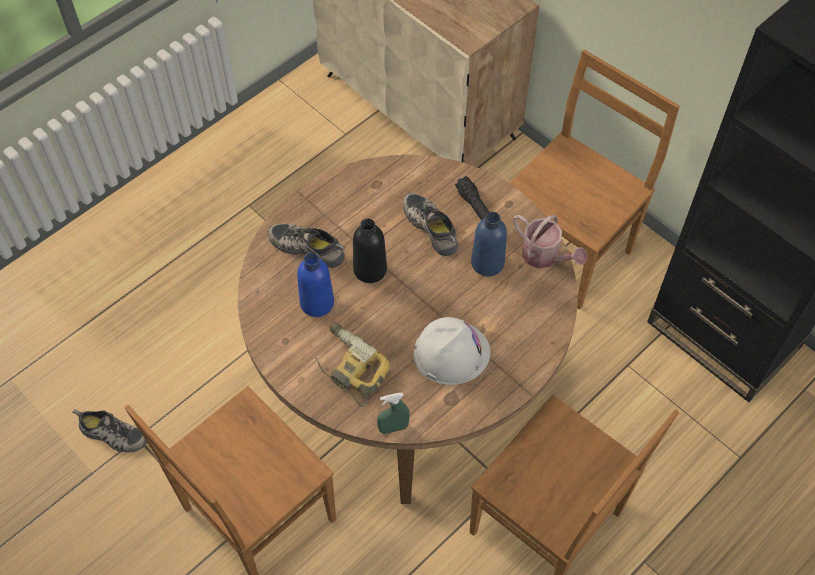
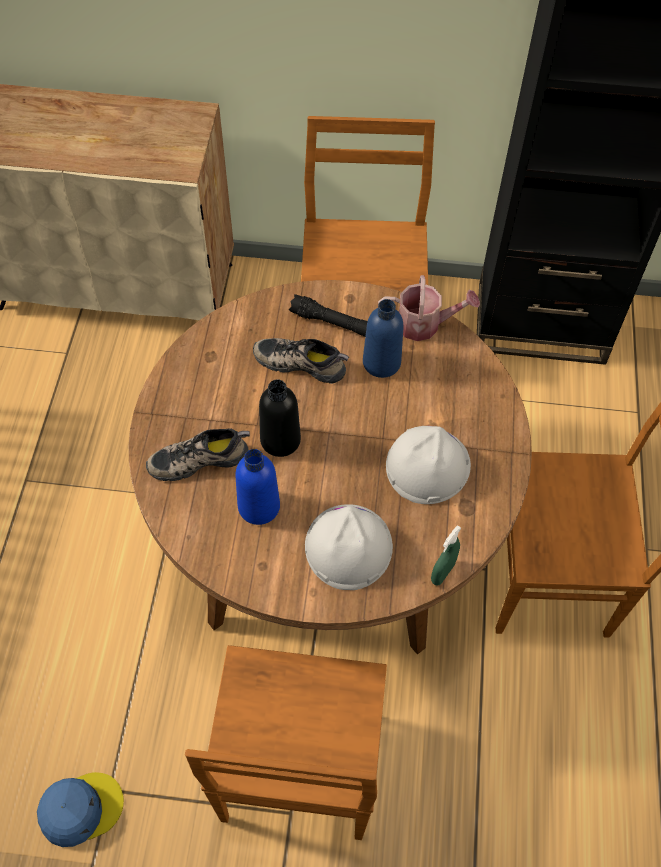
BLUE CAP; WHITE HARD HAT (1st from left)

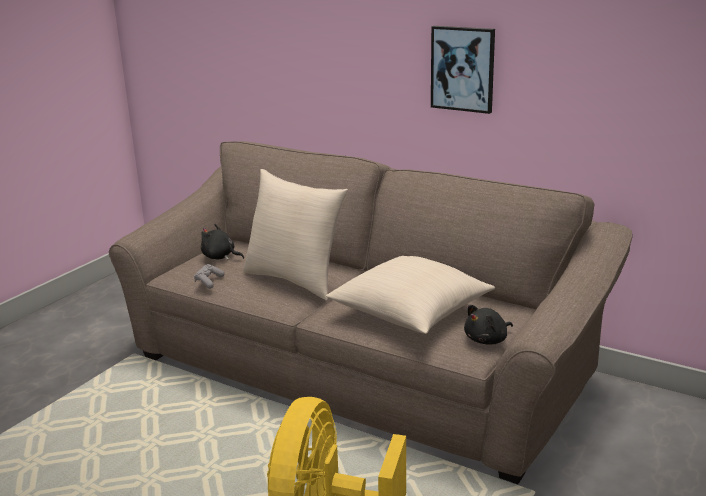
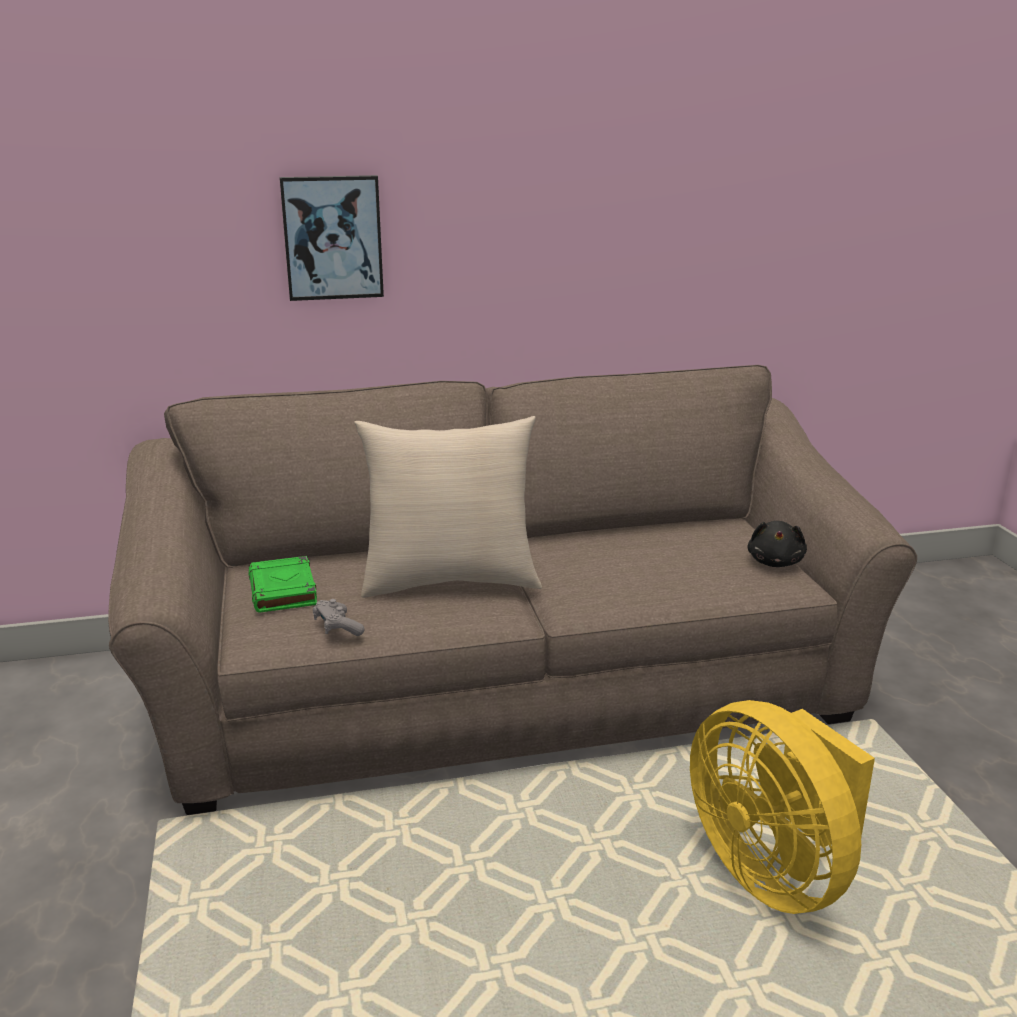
GREEN BOOK; PICTURE; BEIGE PILLOW (2nd from left in the first image)

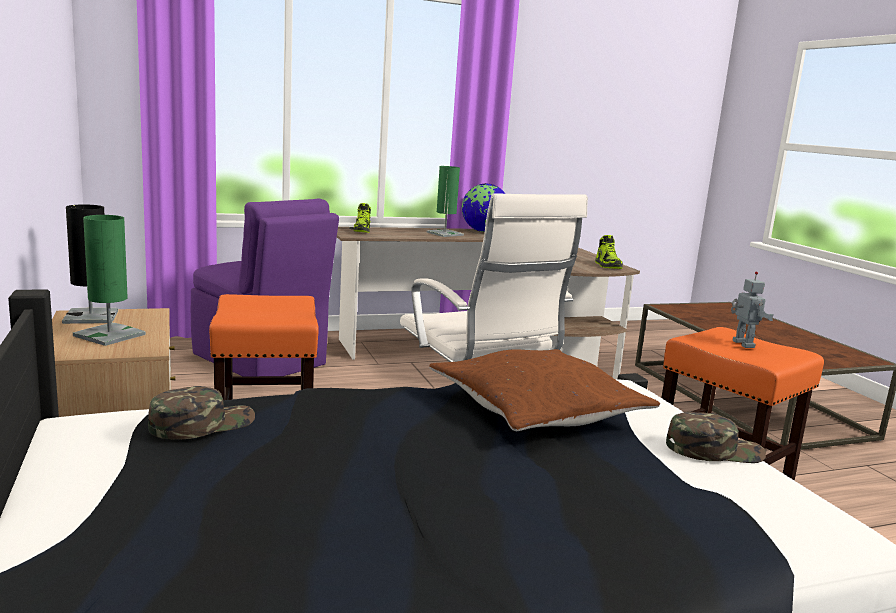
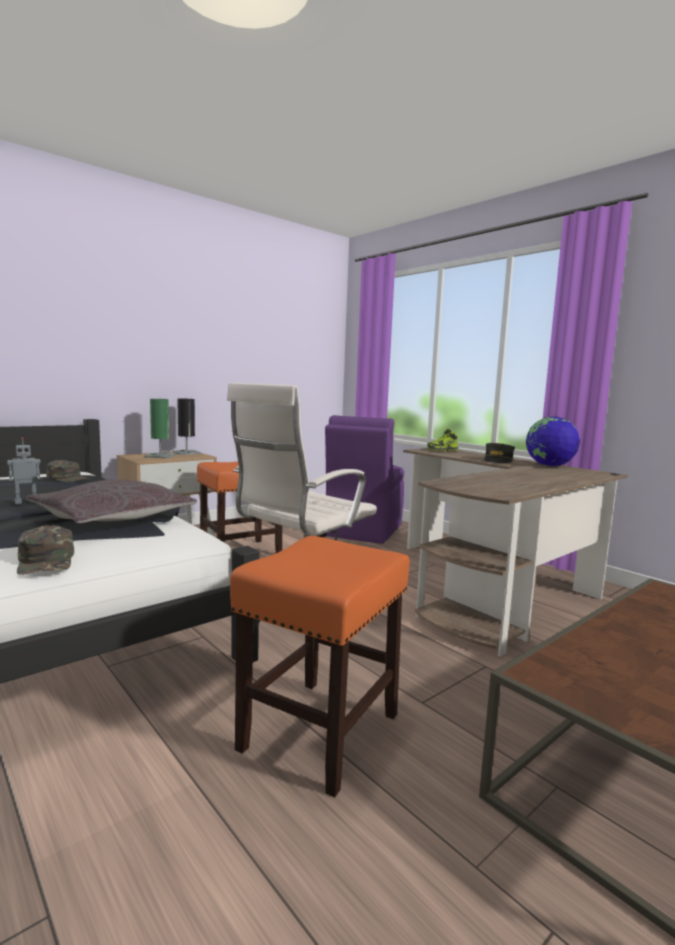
TOY ROBOT; GREY PILLOW; GREY CAP; SHOE (2nd from left in the first image)

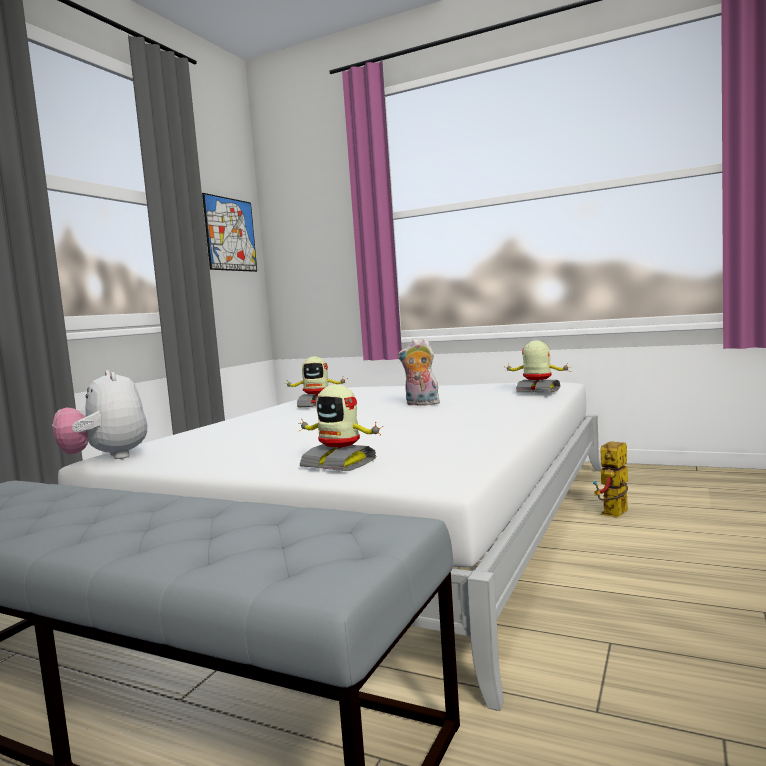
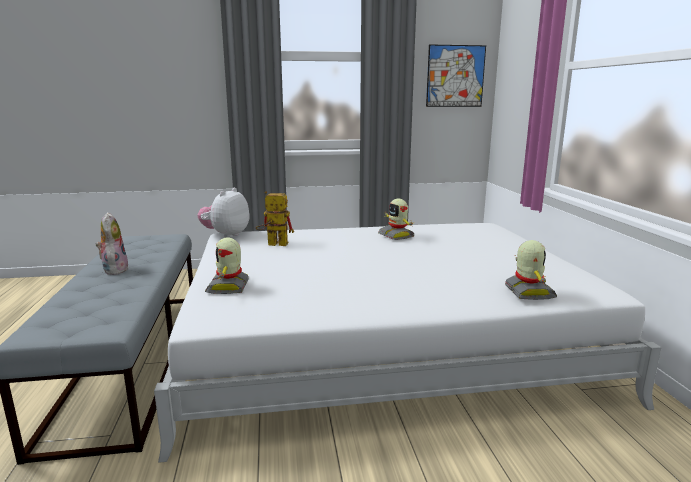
PLUSH TOY (1st from left); TOY ROBOT (2nd from left)

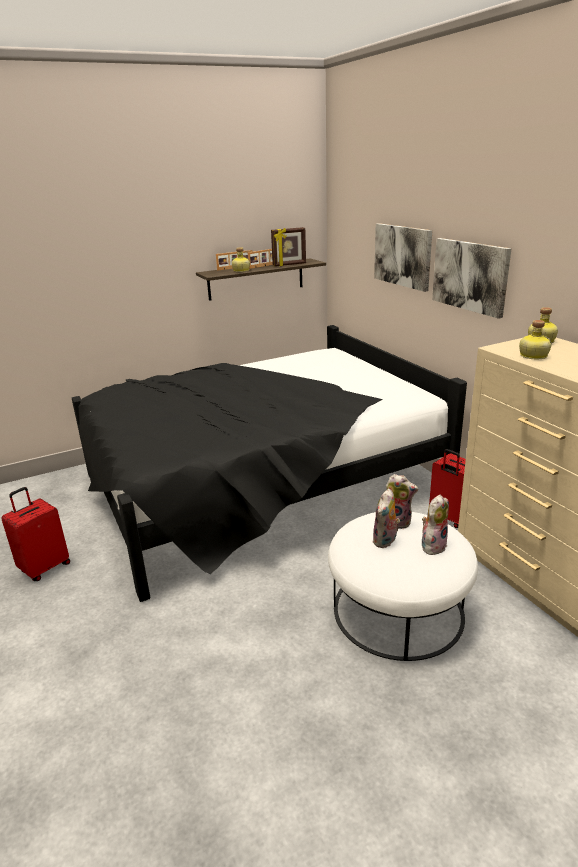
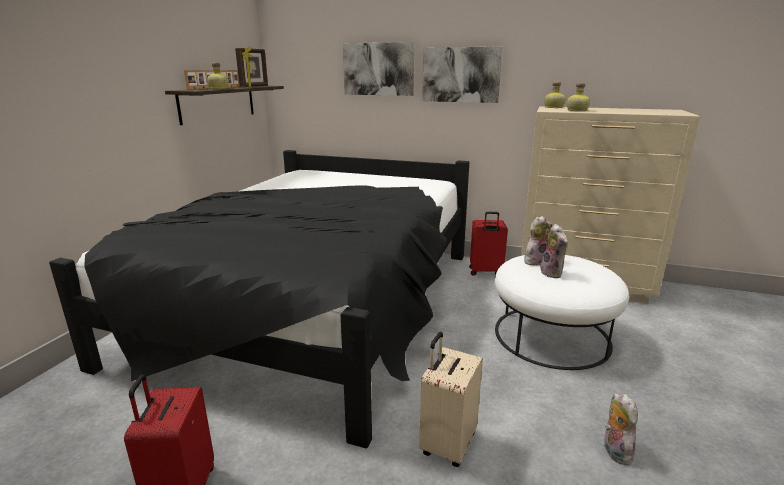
BEIGE SUITCASE; PLUSH TOY (3rd from left)

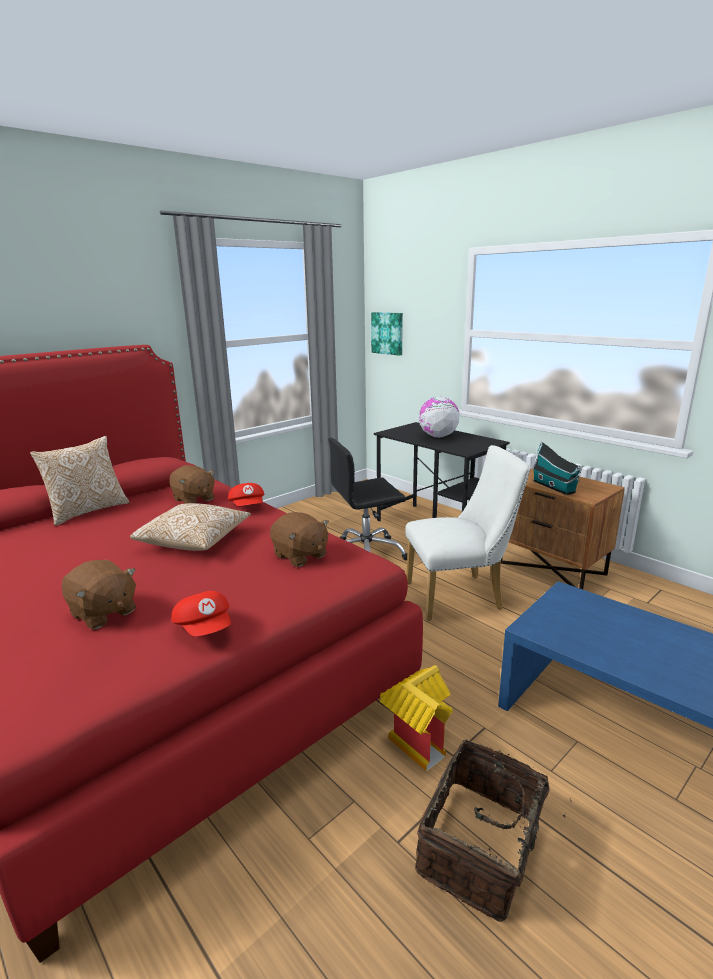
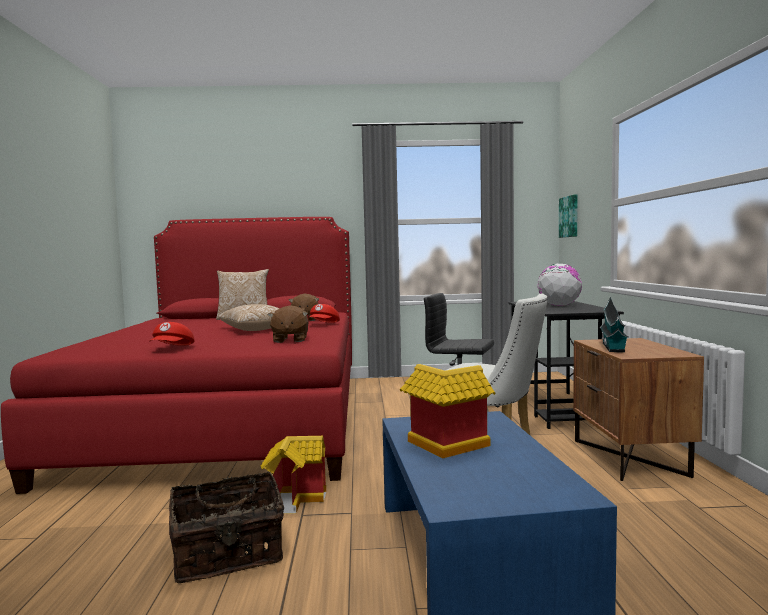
TOY HOUSE (2nd from left); BROWN PLUSH TOY (1st from left in the first image)

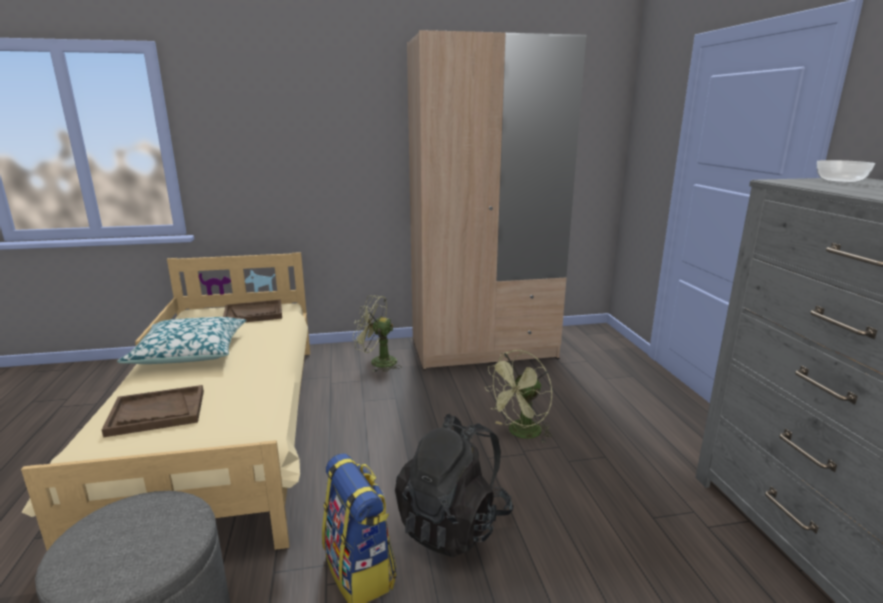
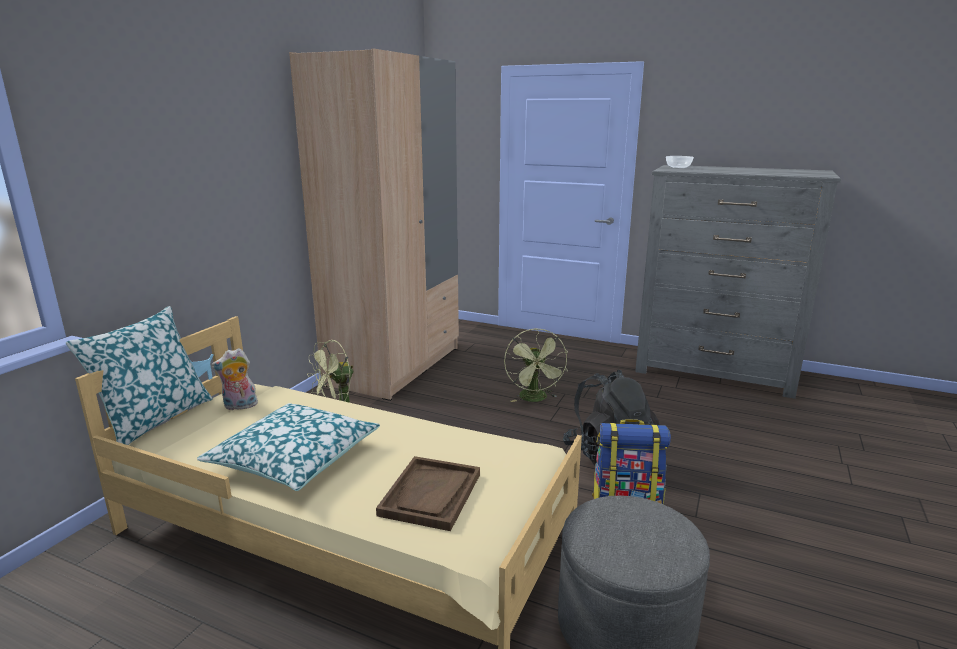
PILLOW (1st from left); PLUSH TOY

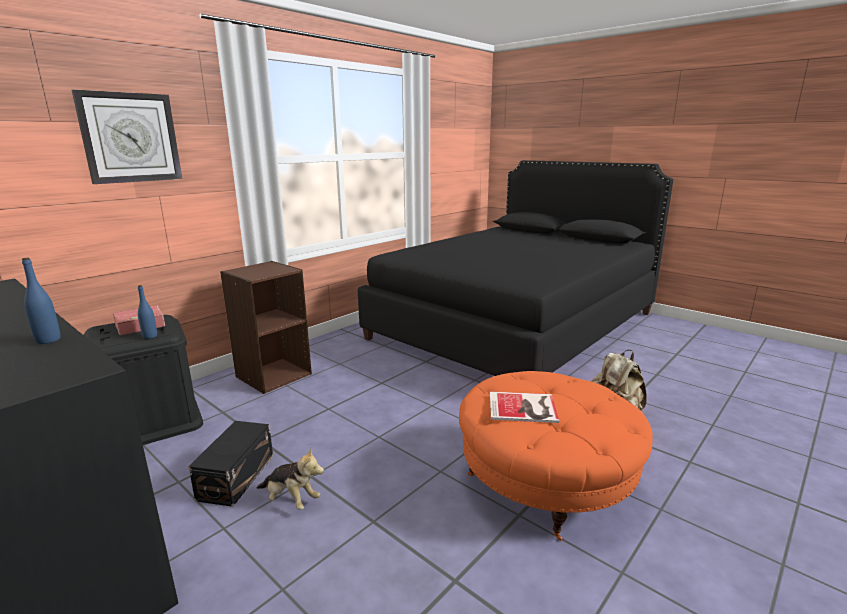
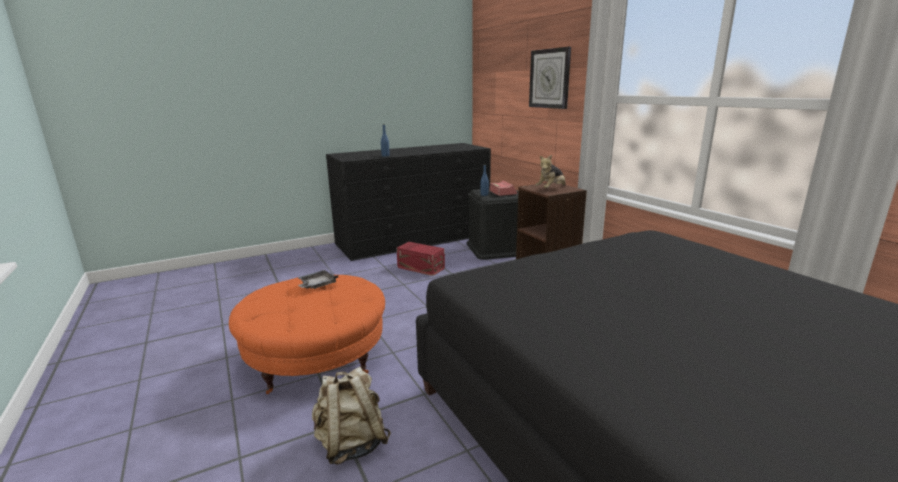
GREY TRAY; RED STORAGE BOX; PLUSH TOY

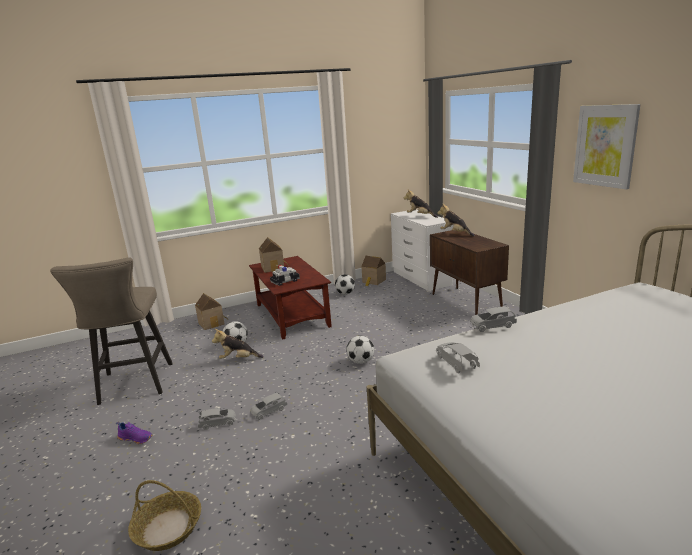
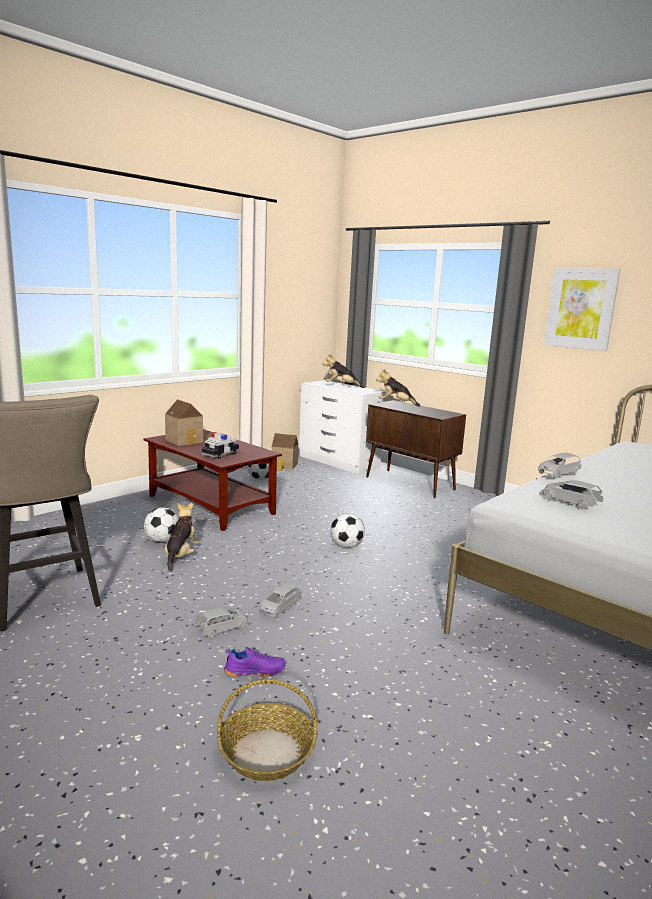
PLUSH TOY (1st from left); PURPLE SHOE; TOY HOUSE (1st from left in the first image)

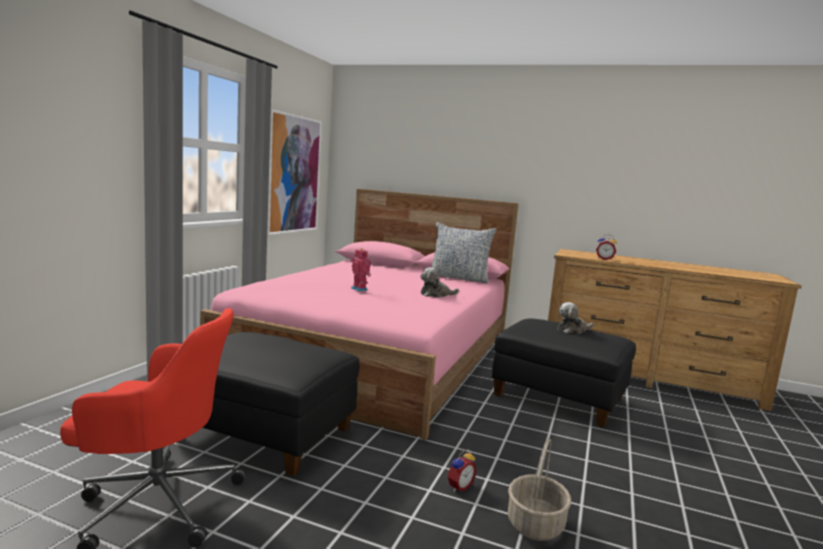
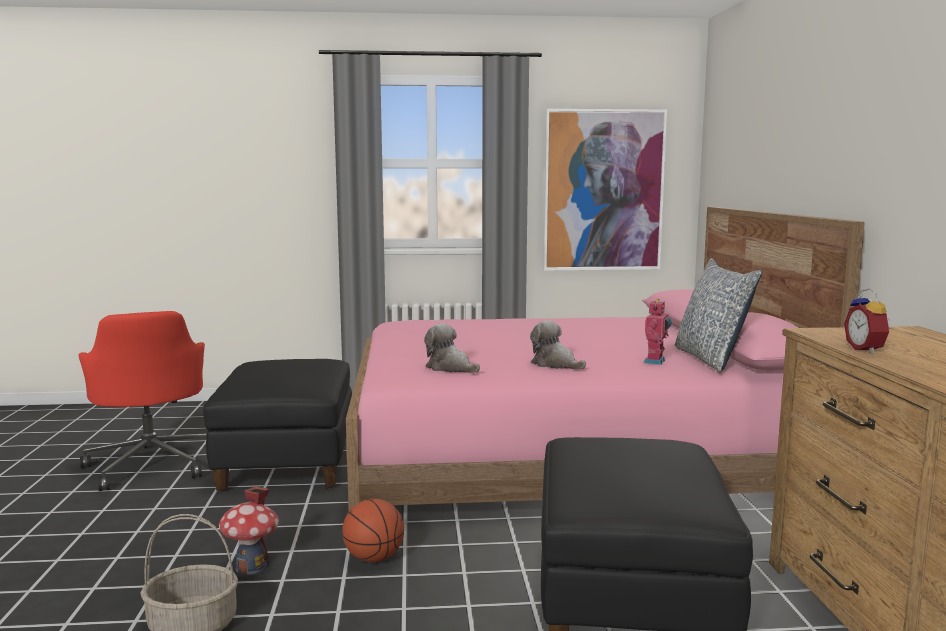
TOY HOUSE; BASKETBALL; PLUSH TOY (1st from left); TOY ROBOT

